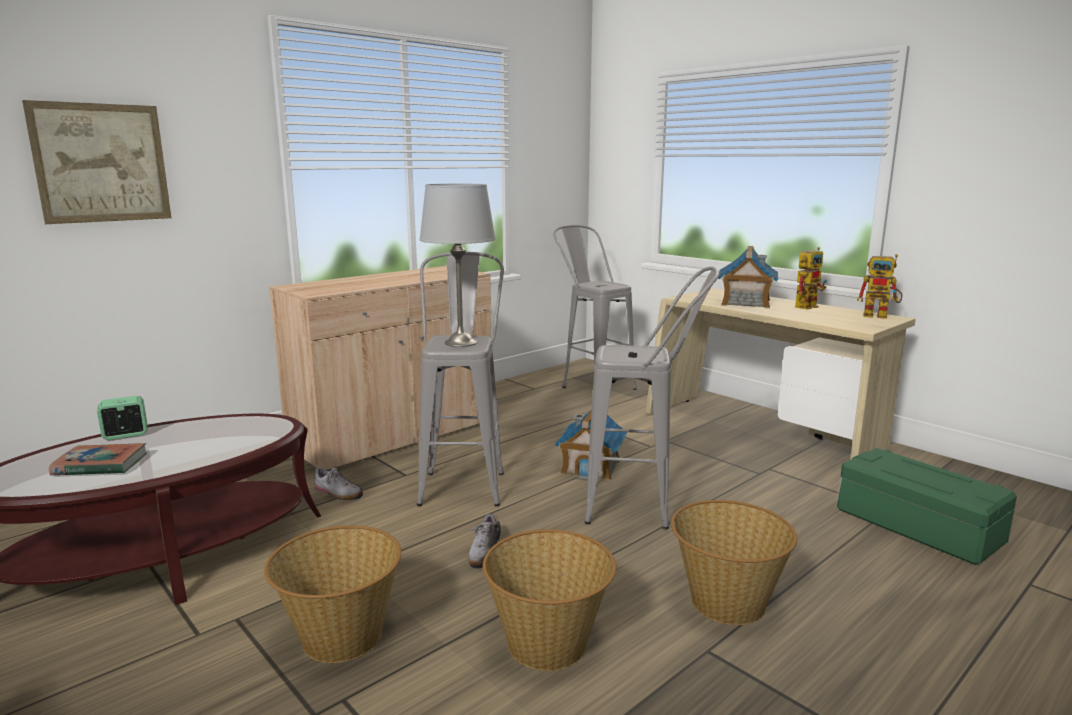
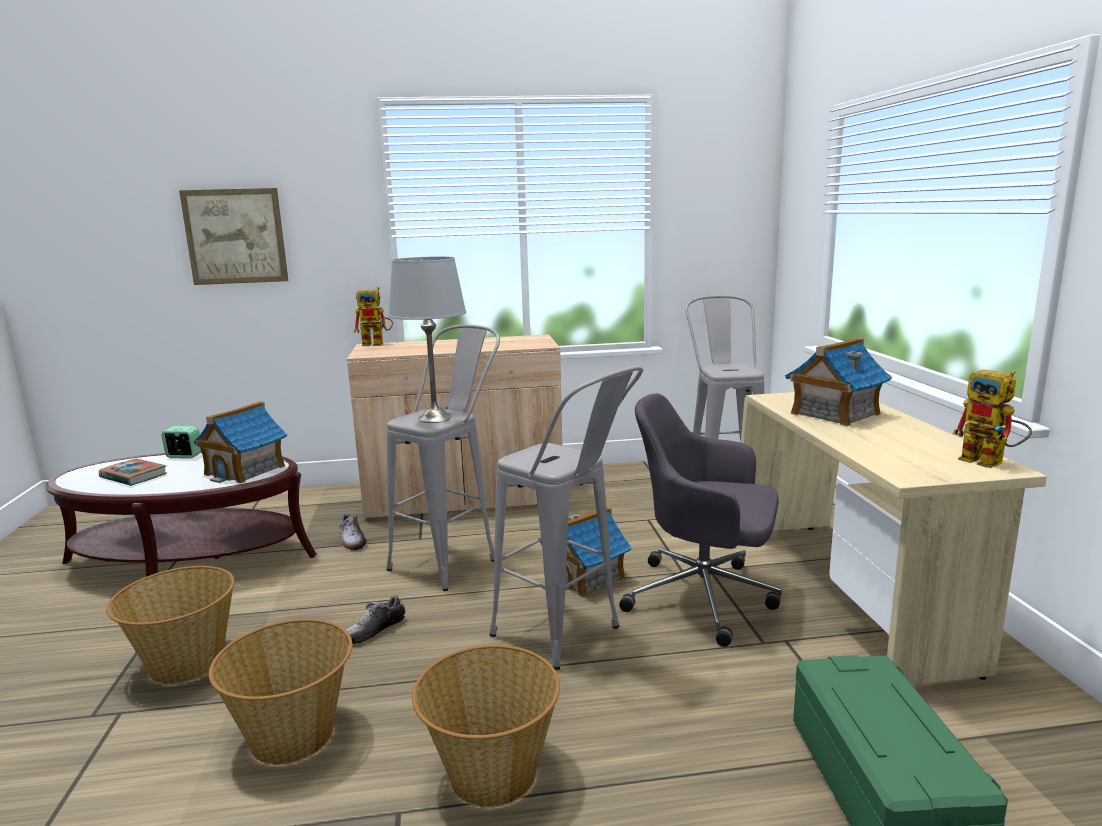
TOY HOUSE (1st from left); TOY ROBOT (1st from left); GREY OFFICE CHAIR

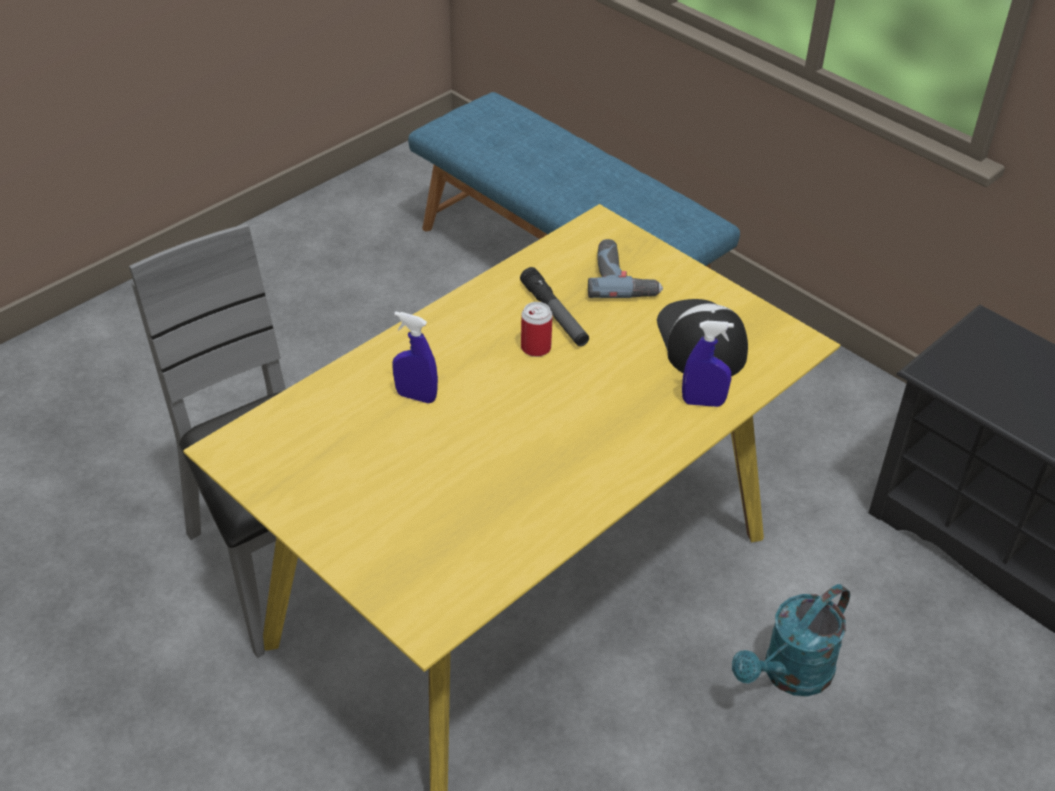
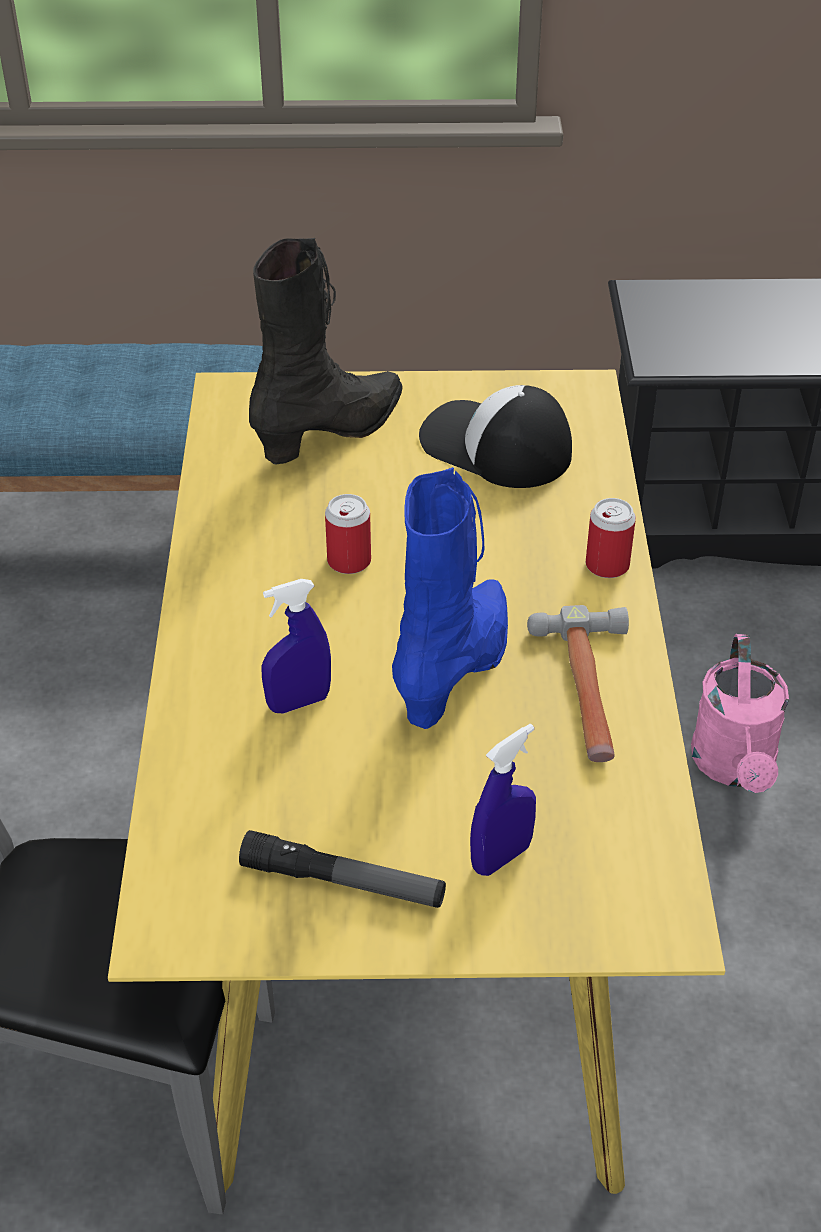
FLASHLIGHT; BLACK BOOT; BLUE BOOT; BLUE SPRAY BOTTLE (2nd from left); HAMMER; CAN (2nd from left); PINK WATERING CAN

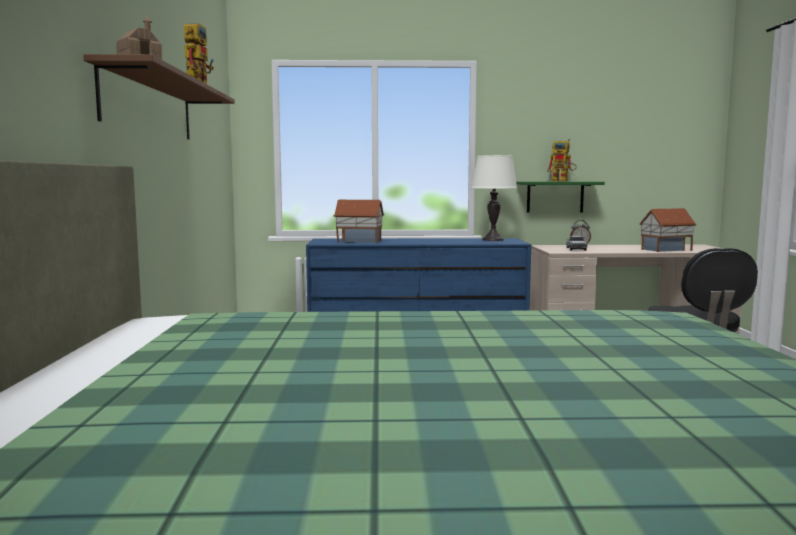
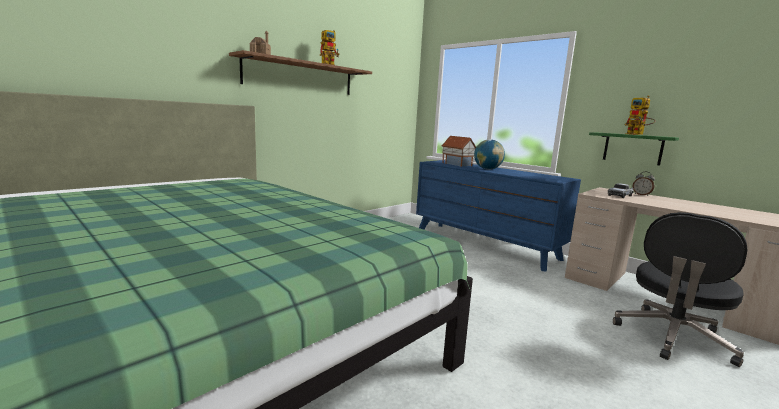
GLOBE; WHITE TABLE LAMP; TOY HOUSE (3rd from left in the first image)

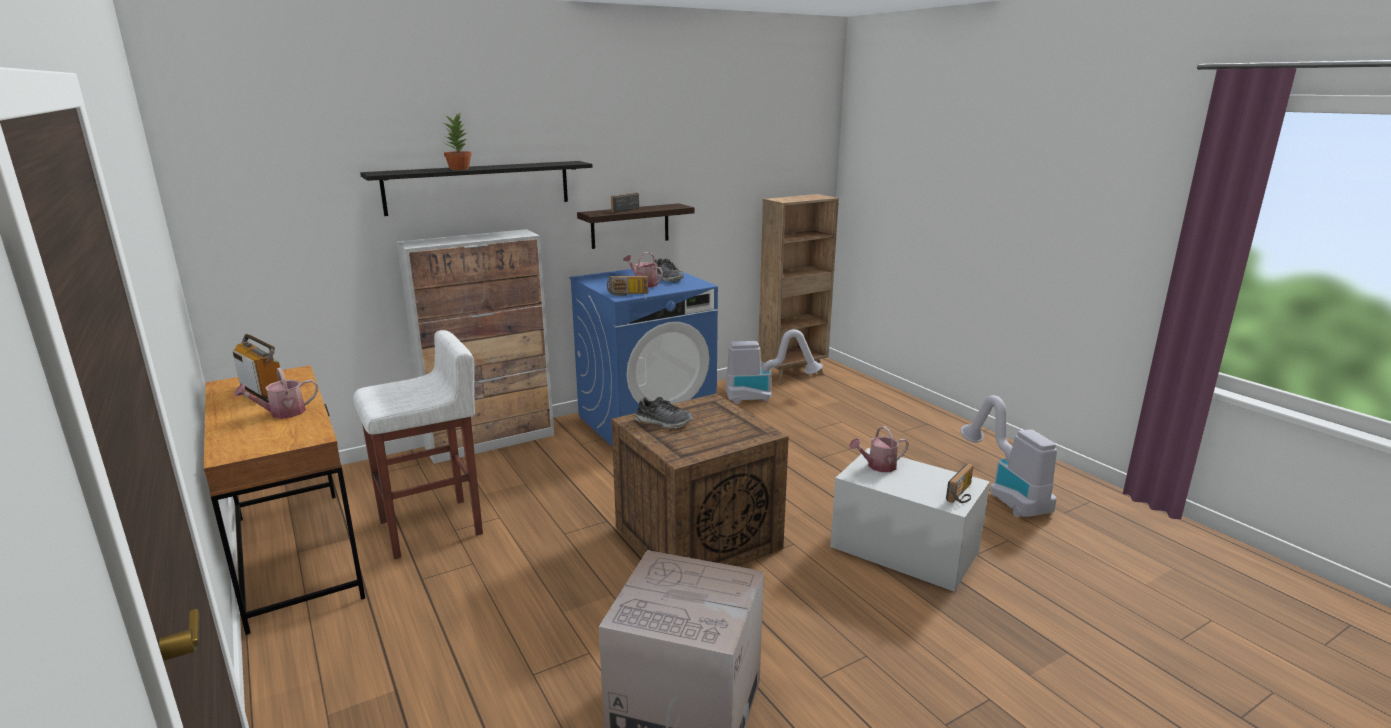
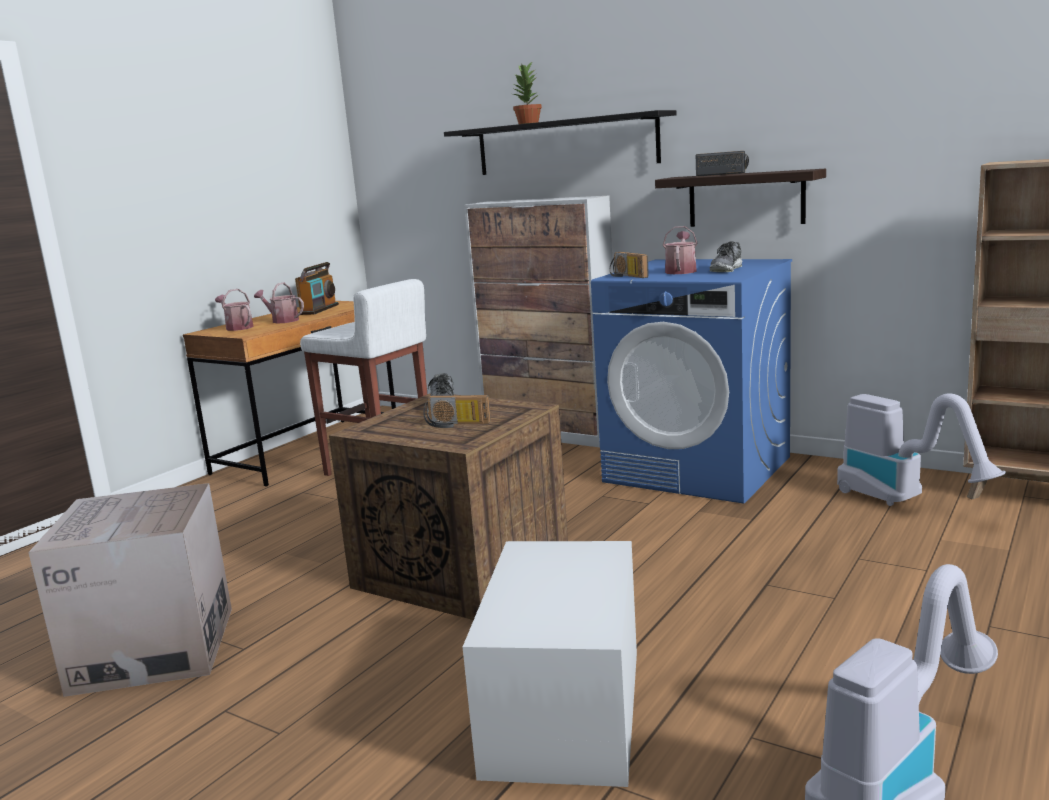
WATERING CAN (1st from left); RADIO (2nd from left)

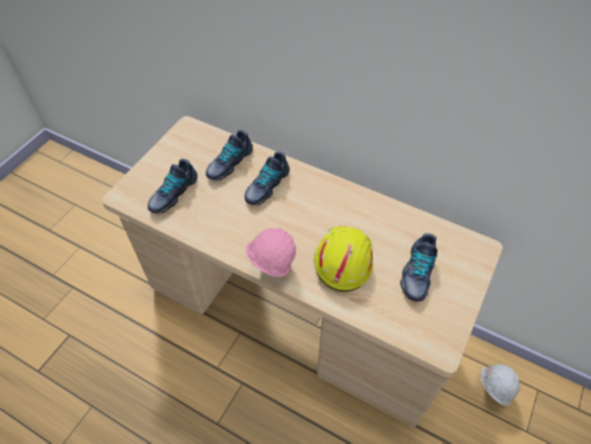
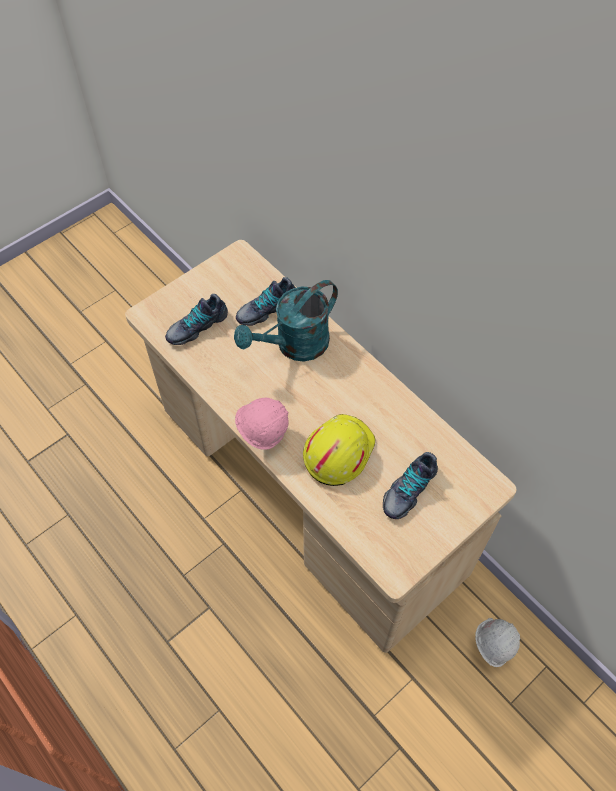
TURQUOISE WATERING CAN

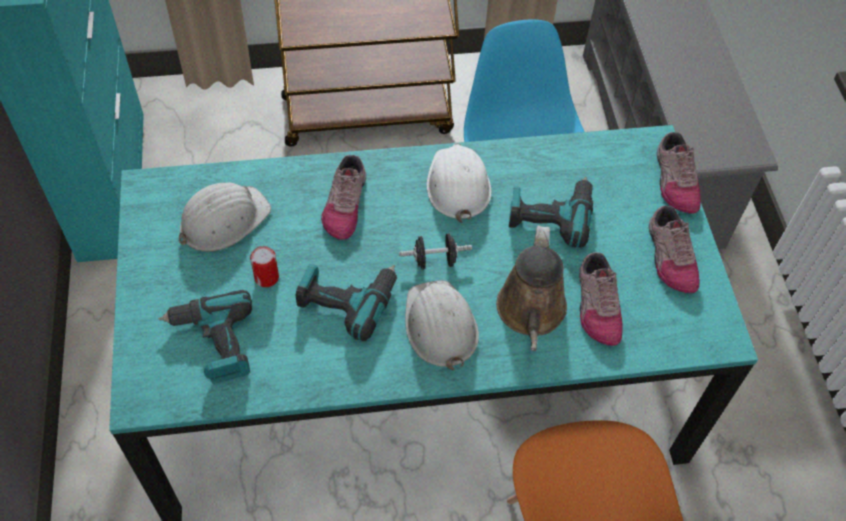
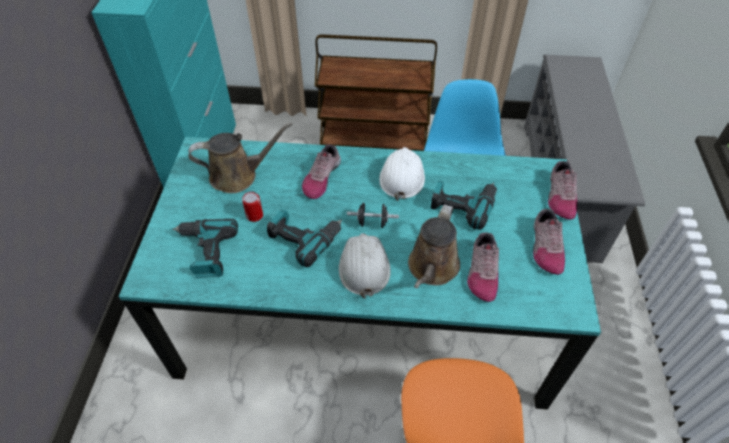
BROWN WATERING CAN (1st from left)

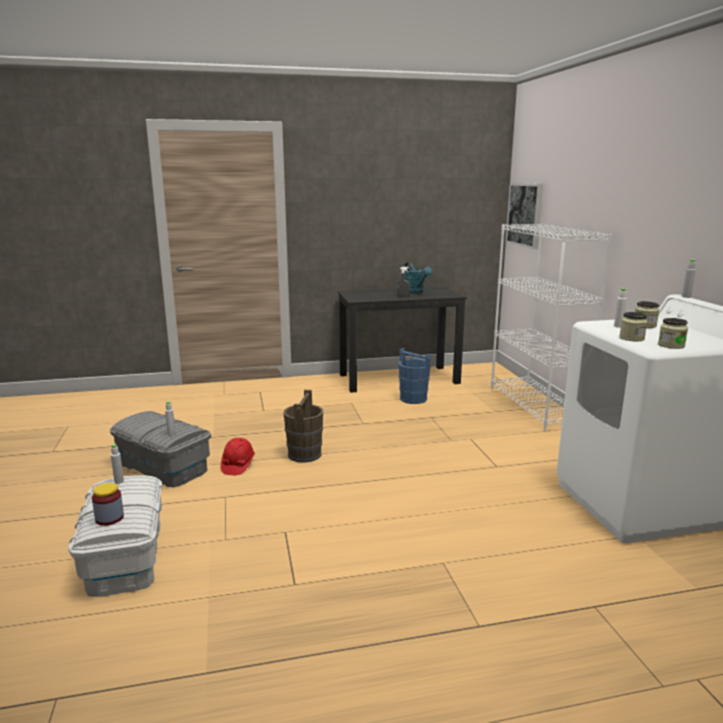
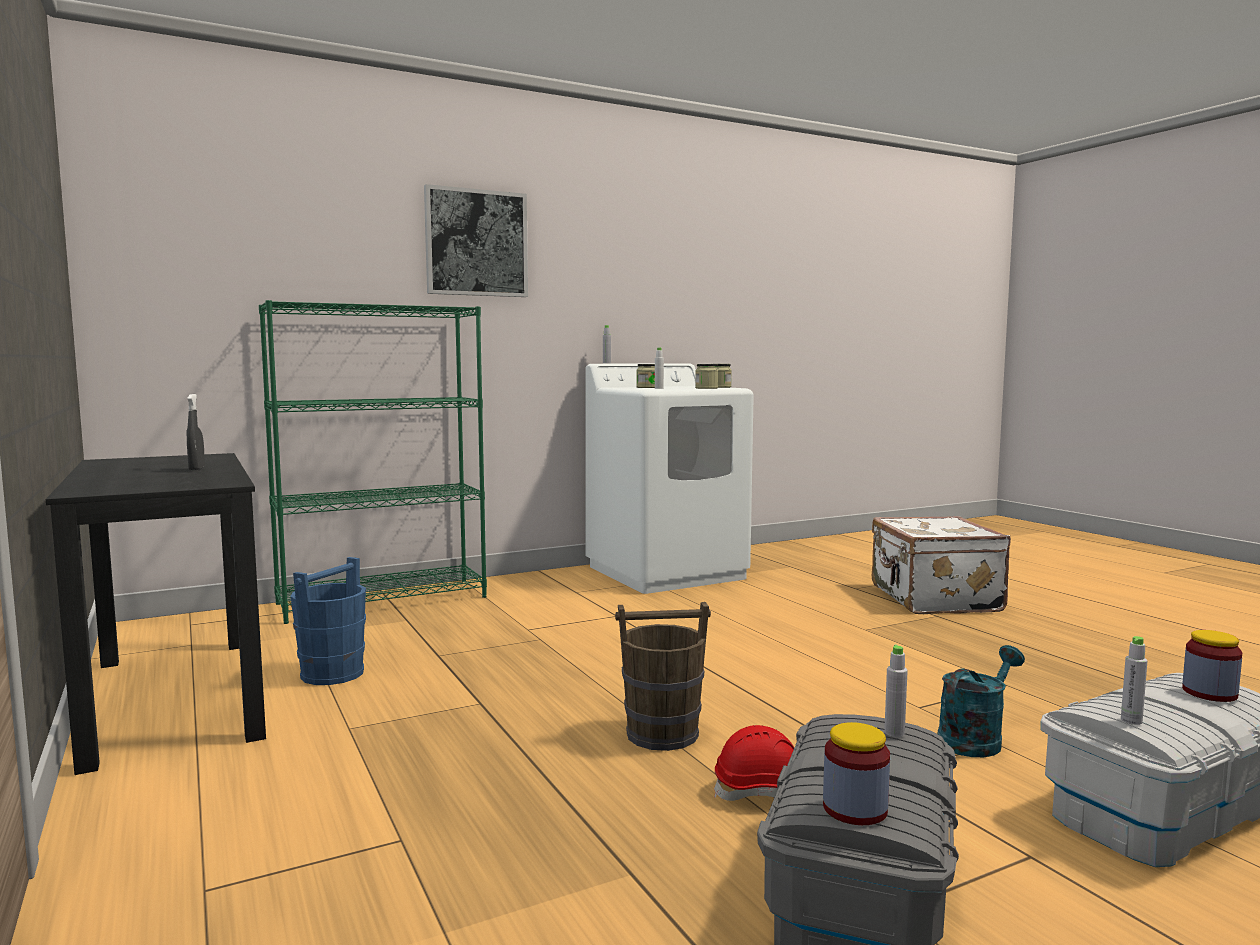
GREEN BOOKCASE; PICTURE; JAR (4th from left); WHITE SUITCASE; TURQUOISE WATERING CAN

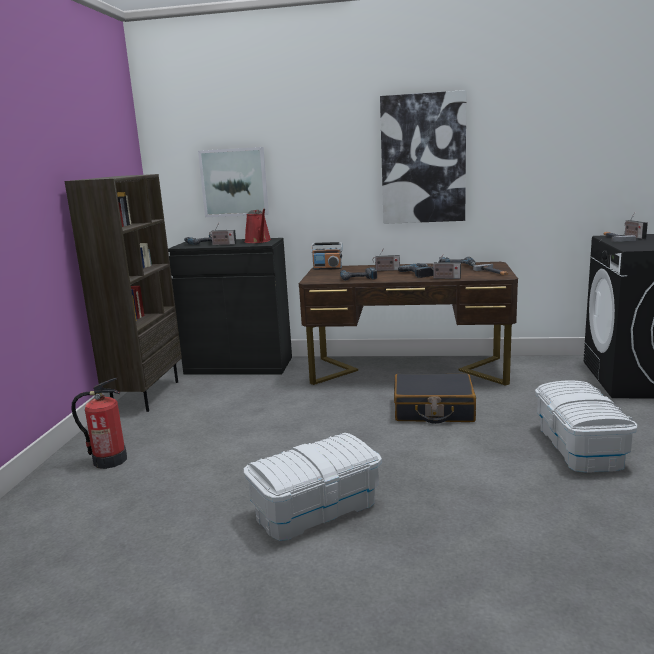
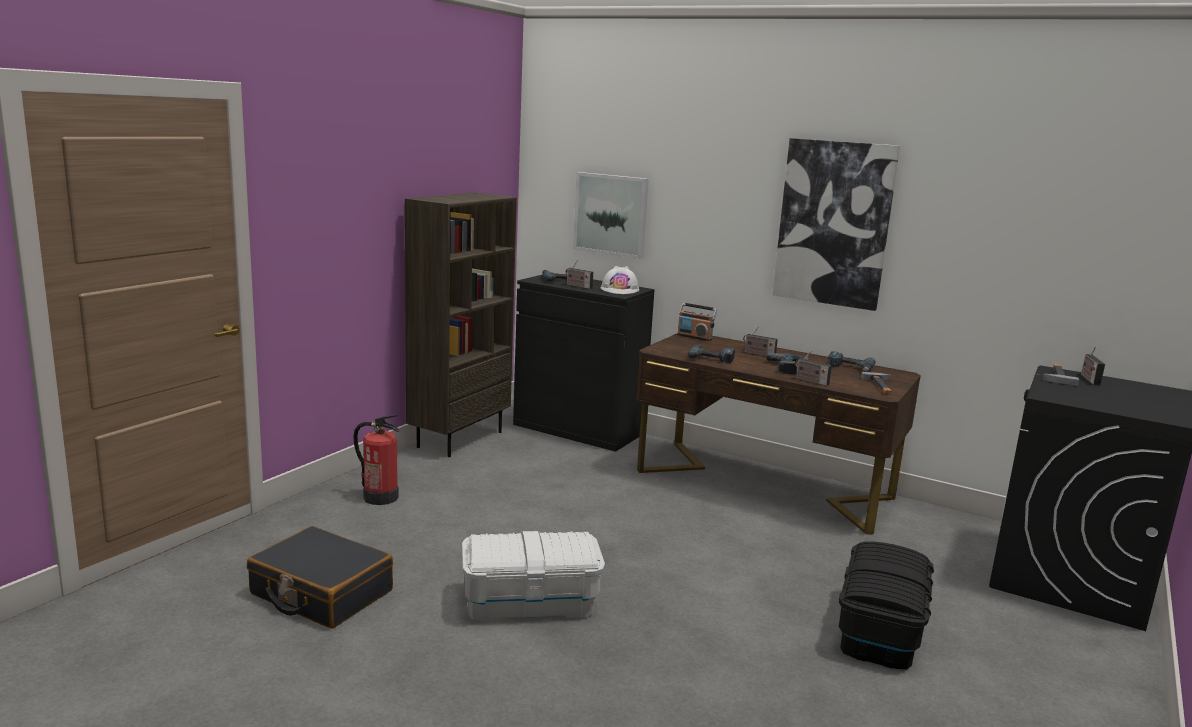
BLACK SUITCASE; WHITE HARD HAT; BLACK STORAGE BOX

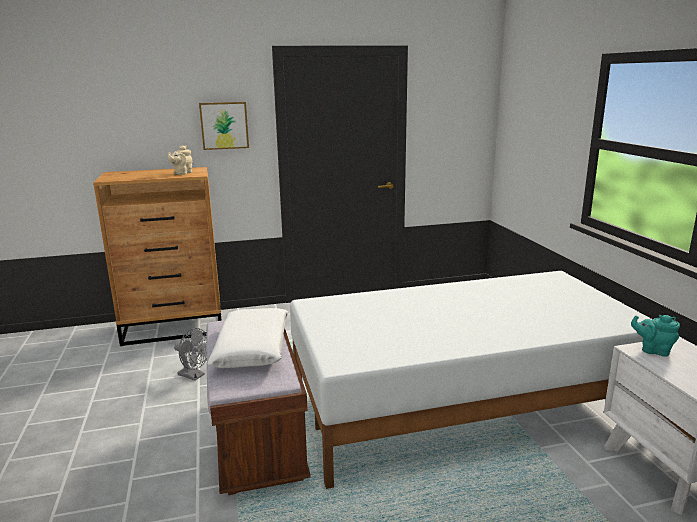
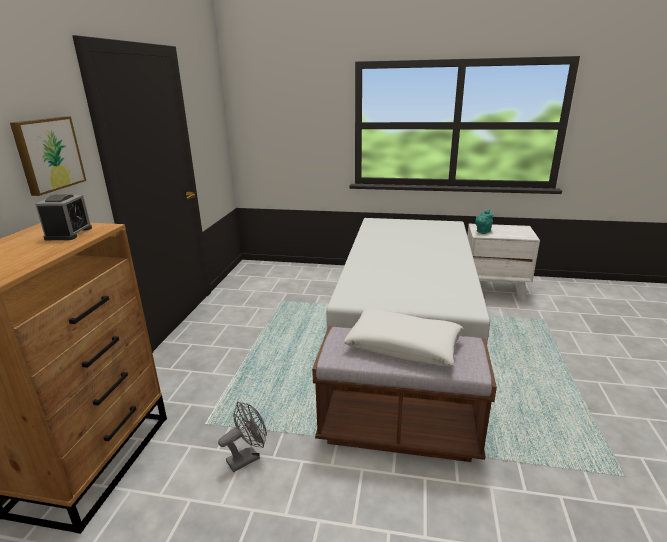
ALARM CLOCK

